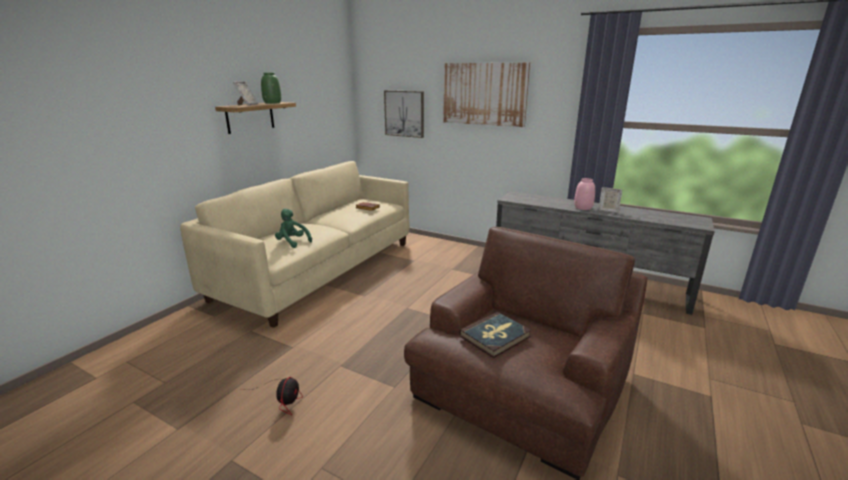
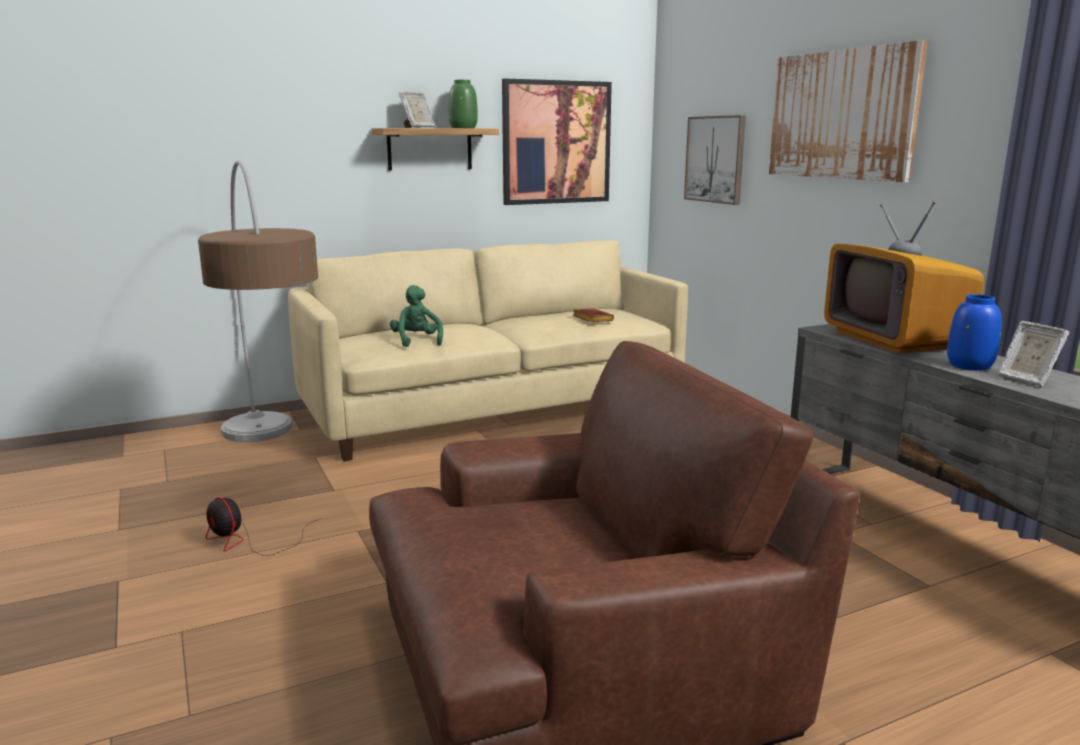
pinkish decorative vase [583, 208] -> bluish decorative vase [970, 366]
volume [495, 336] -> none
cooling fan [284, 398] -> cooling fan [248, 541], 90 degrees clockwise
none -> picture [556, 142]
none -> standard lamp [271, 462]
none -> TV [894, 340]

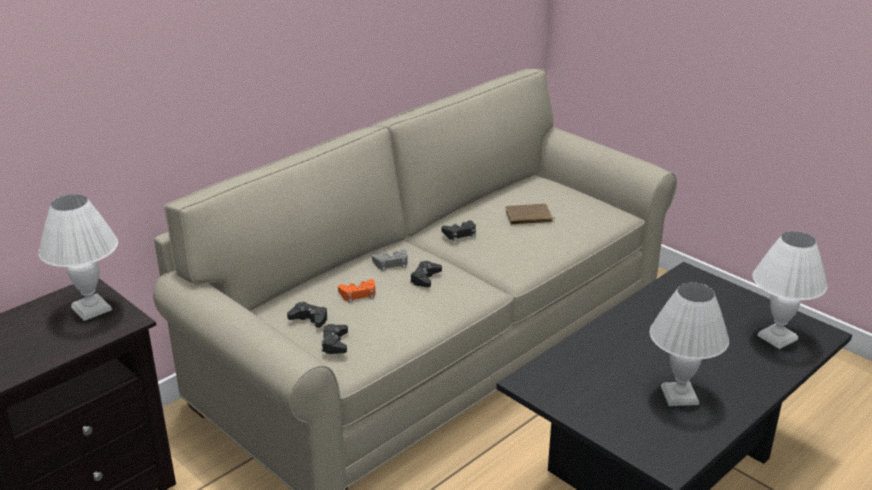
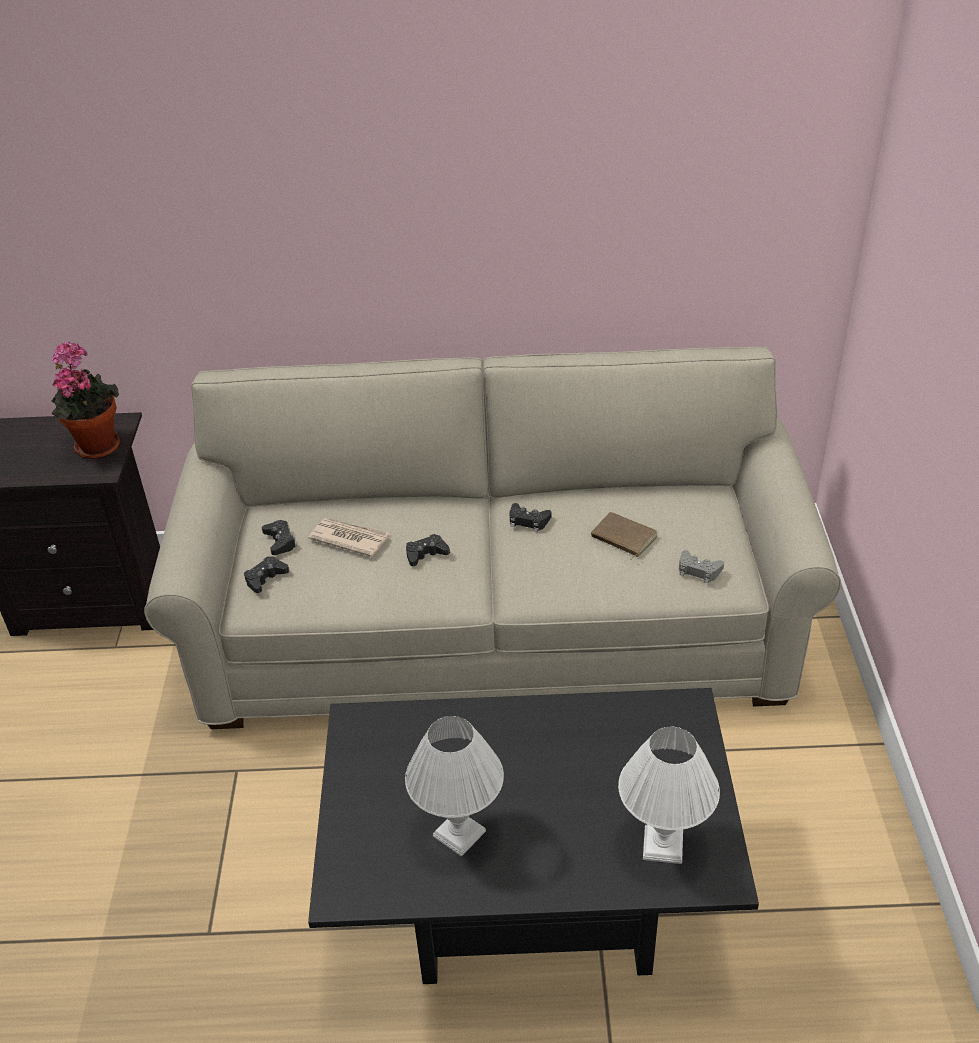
white tabletop lamp [90, 309] -> potted plant [96, 444]
gray gamepad [391, 263] -> gray gamepad [698, 570], moved
orange-coloured gamepad [358, 294] -> printed paper [349, 538]

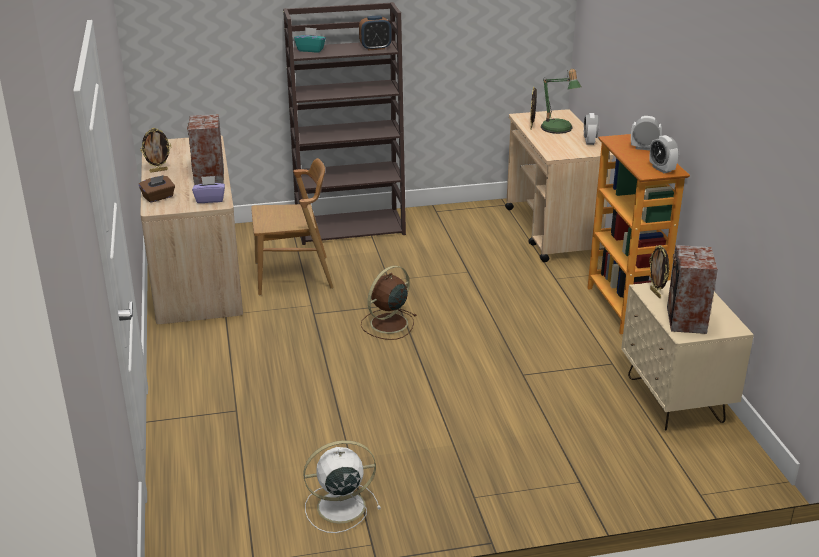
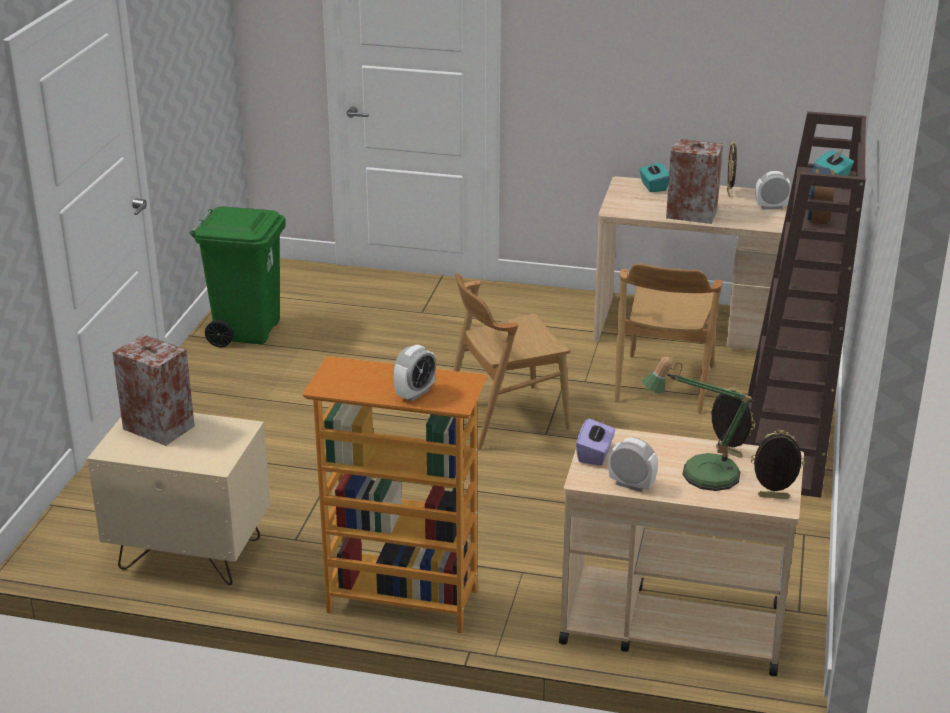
alarm clock [661, 169] -> alarm clock [771, 207], moved
brown-coloured tissue holder [158, 197] -> turquoise-coloured tissue holder [653, 186]
purple-coloured tissue holder [210, 199] -> purple-coloured tissue holder [595, 454], moved
picture frame [656, 293] -> picture frame [773, 498], moved
brown-coloured cooling fan [387, 324] -> brown-coloured plain chair [506, 417]
white cooling fan [339, 507] -> greenish waste bin [247, 331]

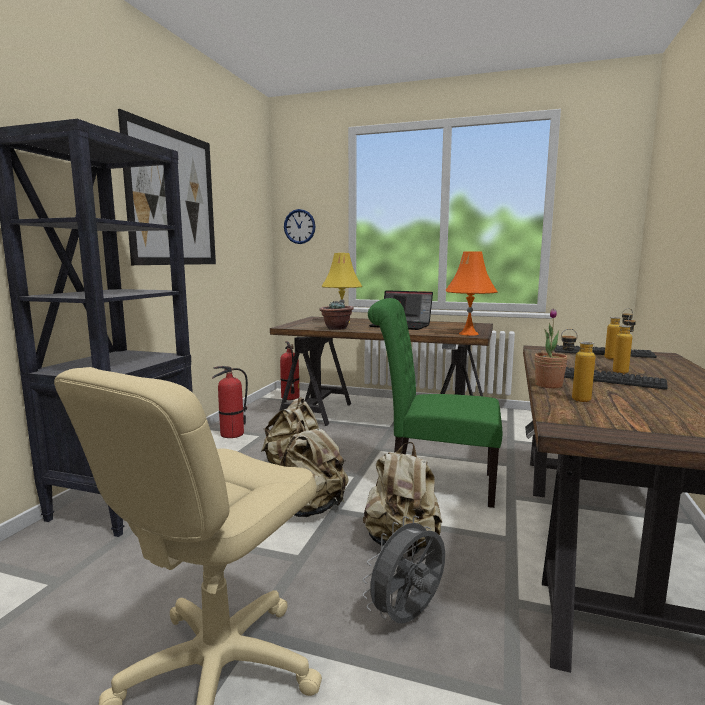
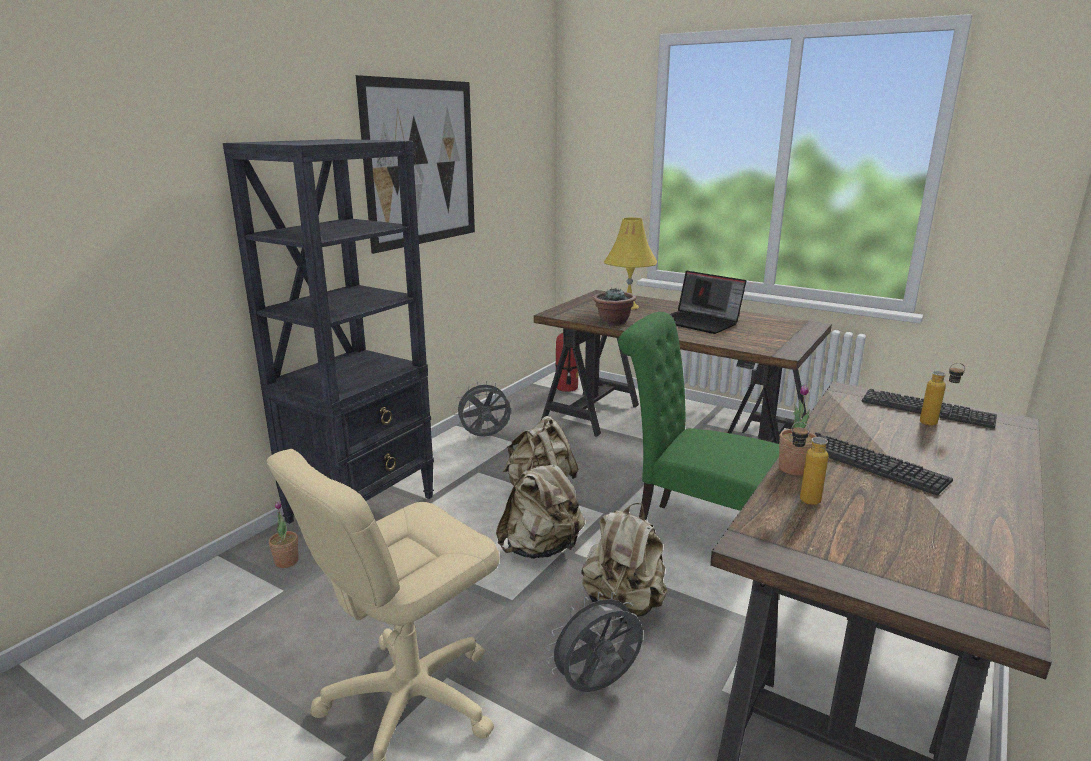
wall clock [299, 226] -> none
orange-coloured tabletop lamp [468, 334] -> none
drink bottle [622, 371] -> none
extinguisher [232, 434] -> gray cooling fan [485, 437]
none -> potted plant [286, 561]

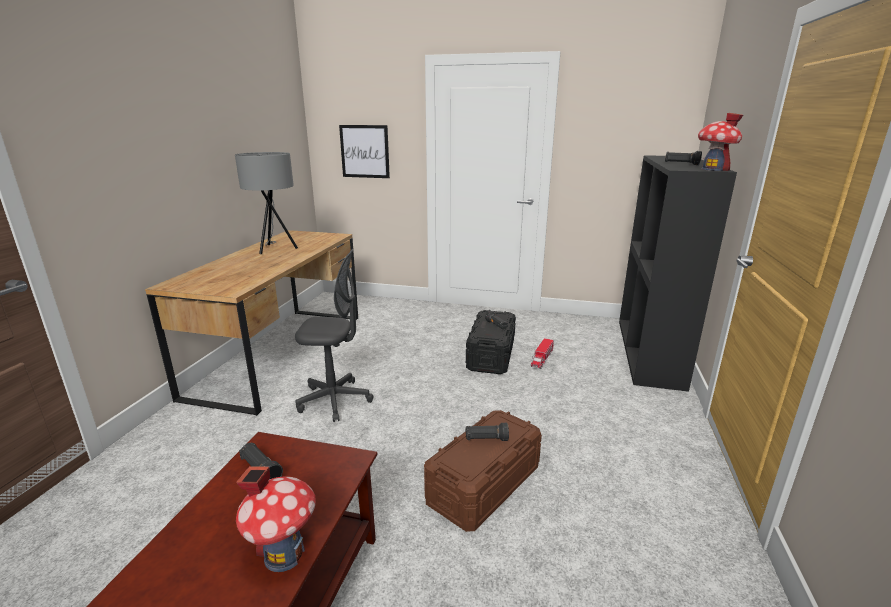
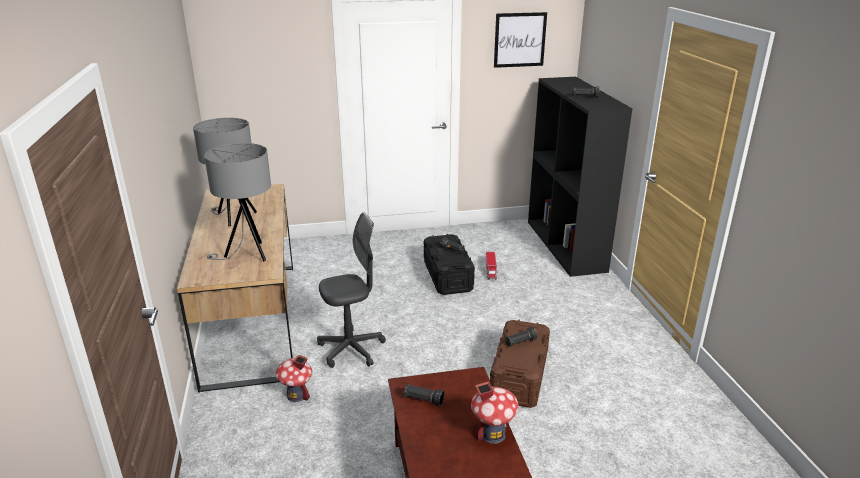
model house [713, 169] -> model house [296, 395], moved
picture [364, 151] -> picture [519, 40], moved
none -> gray tabletop lamp [247, 254]

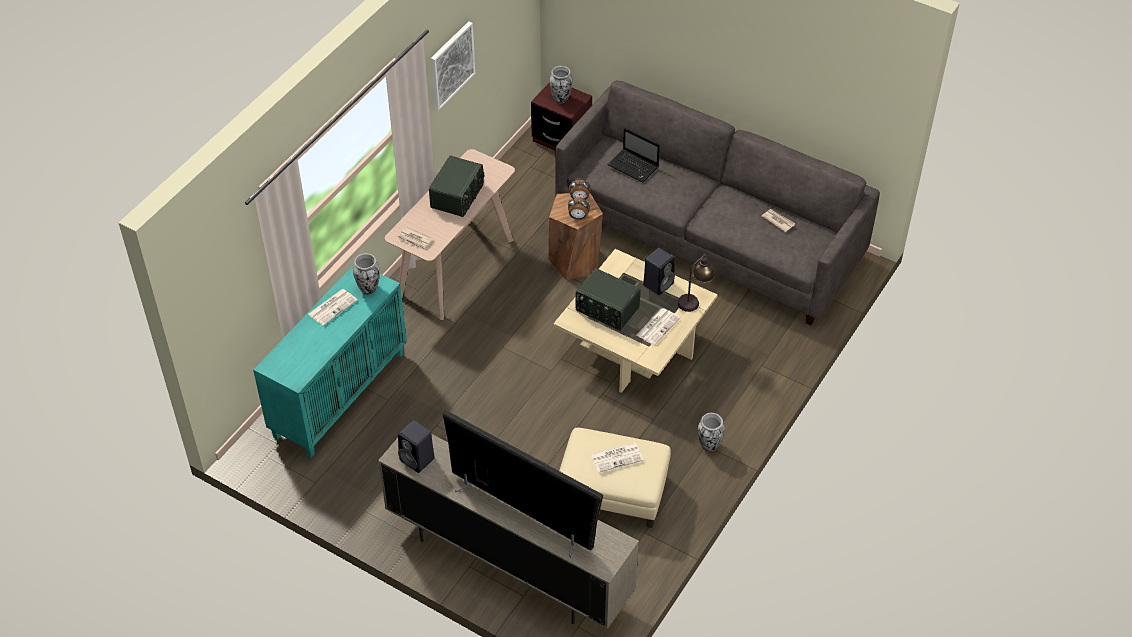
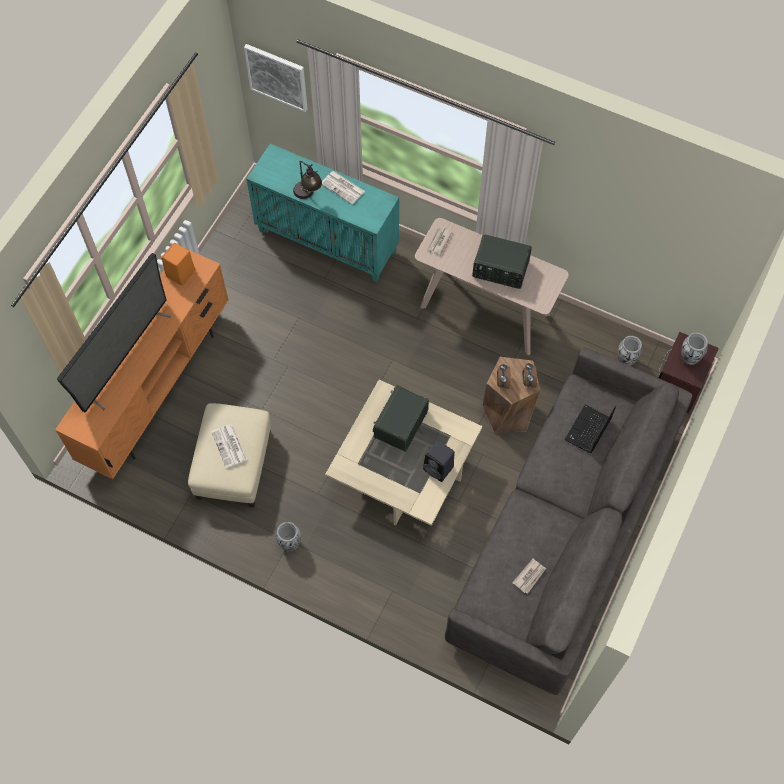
picture [451, 65] -> picture [277, 76], moved
tabletop lamp [695, 299] -> tabletop lamp [308, 195], moved
decorative vase [369, 289] -> decorative vase [626, 361], moved
printed paper [658, 326] -> none
black-coloured loudspeaker [418, 460] -> orange-coloured loudspeaker [180, 274]
beige-coloured tv stand [507, 563] -> orange-coloured tv stand [158, 387]

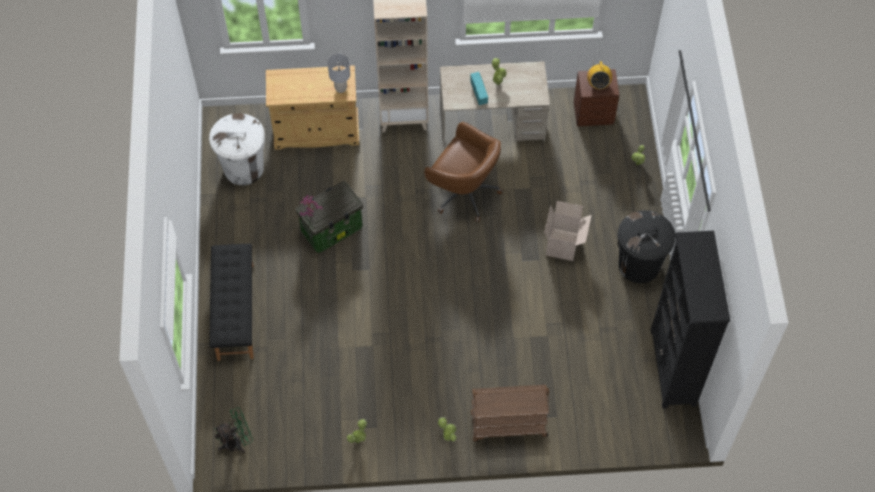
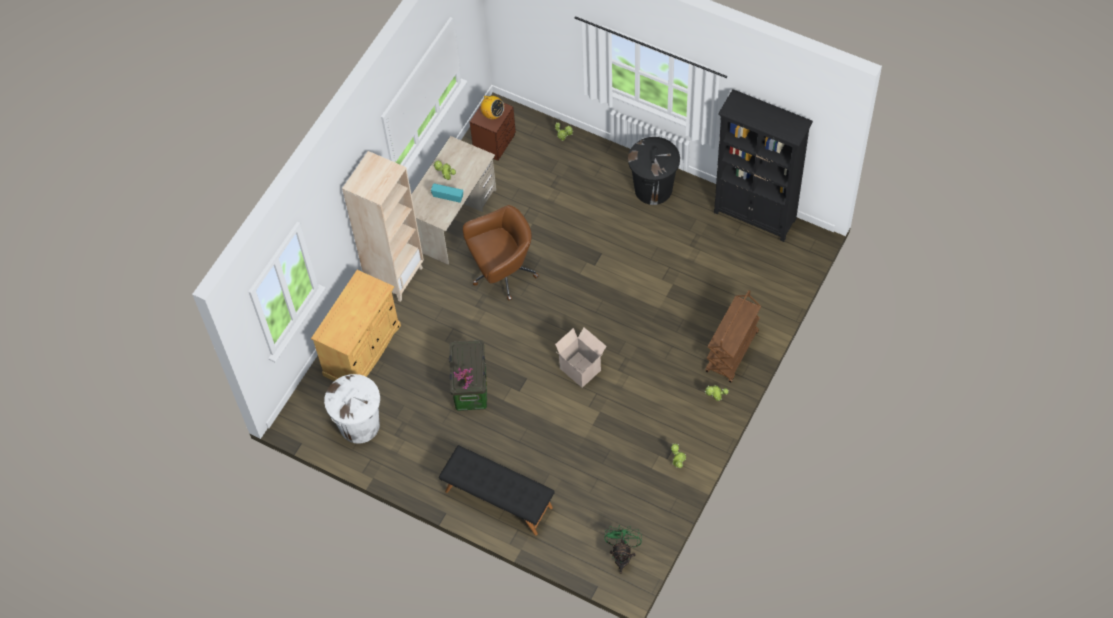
gray tabletop lamp [340, 89] -> none
cardboard box [563, 245] -> cardboard box [581, 369], moved

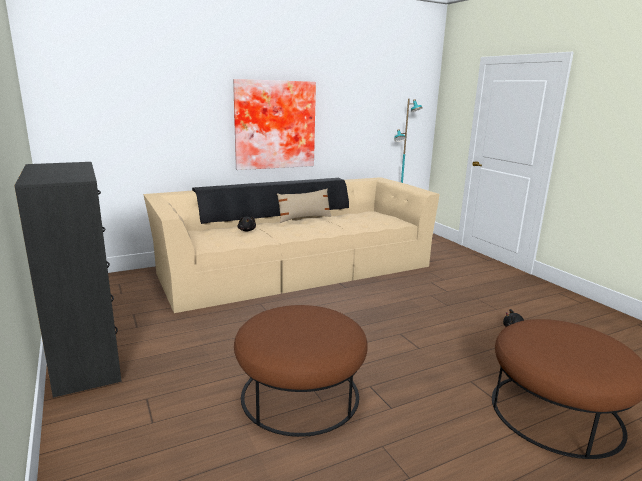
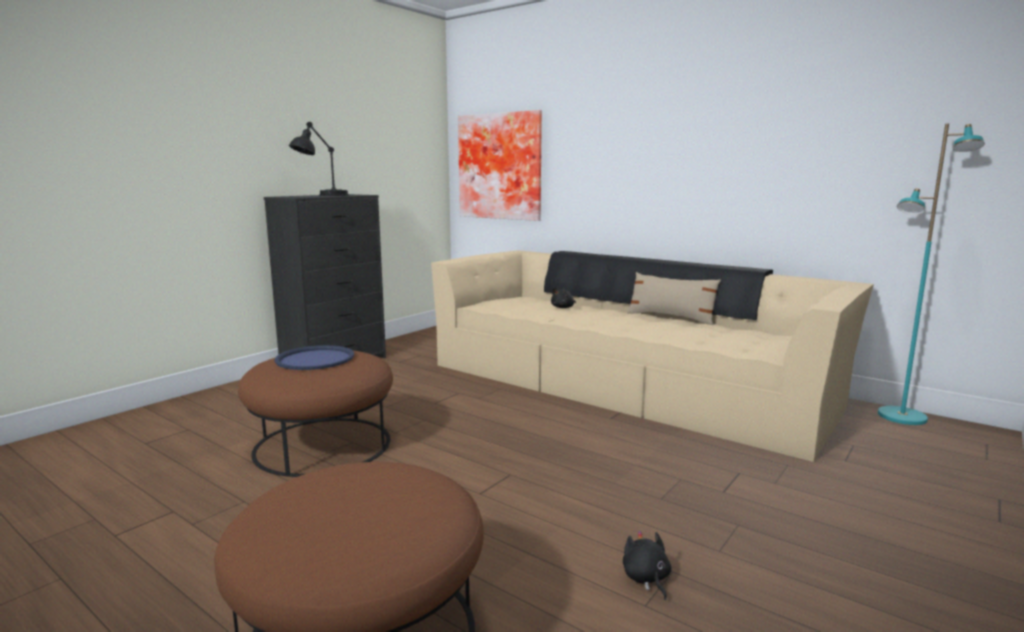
picture [274, 125] -> picture [501, 166], moved
none -> black-coloured tabletop lamp [322, 195]
none -> bluish carrying tray [315, 359]

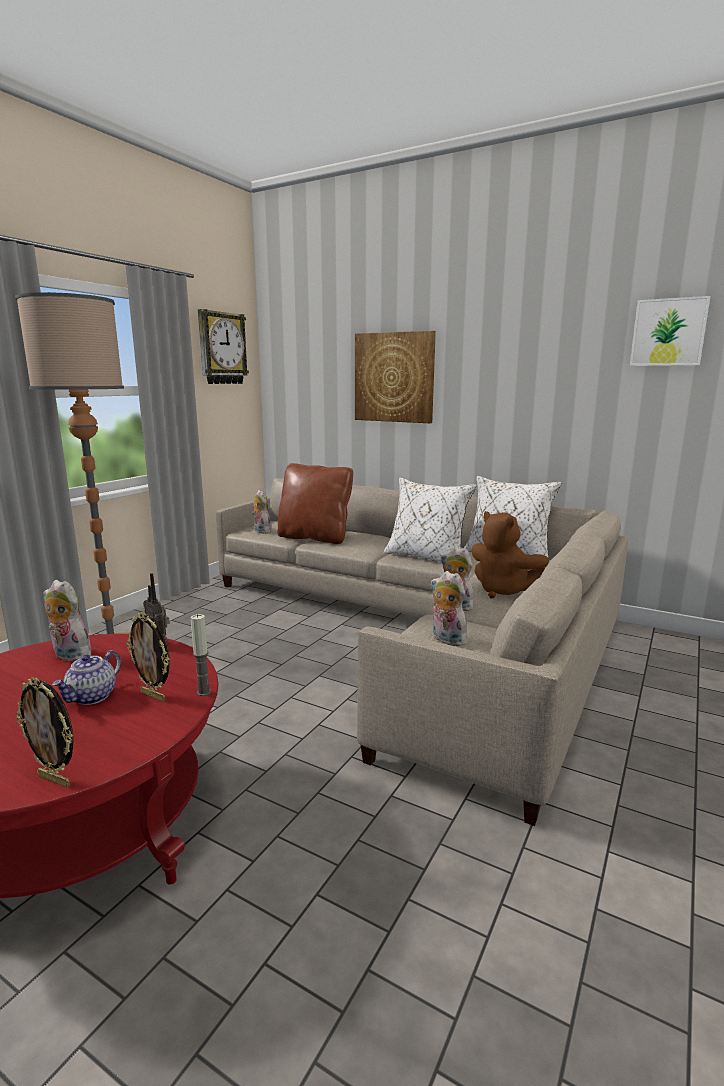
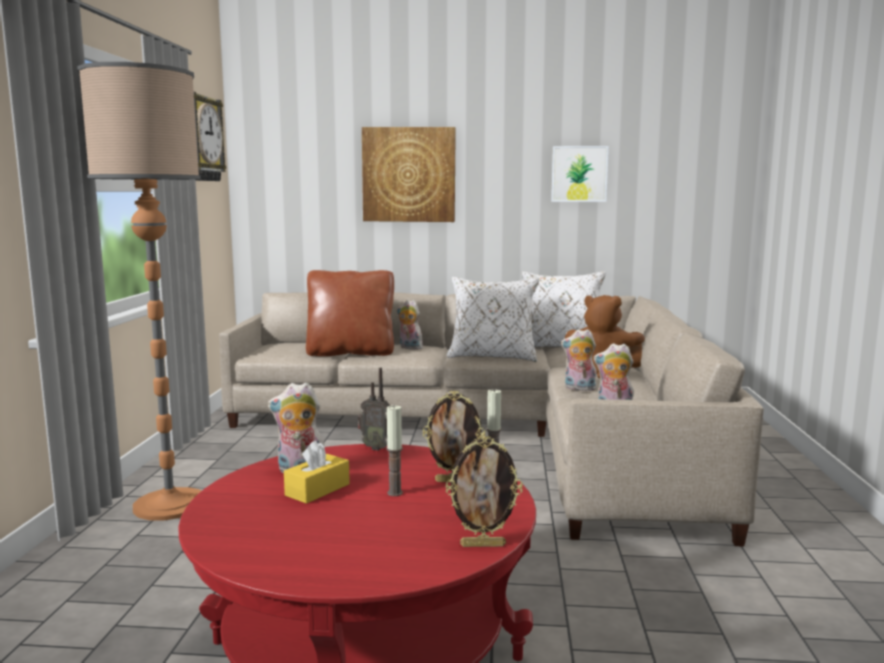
picture [668, 332] -> picture [579, 174], moved
plush toy [261, 531] -> plush toy [409, 348], moved
teapot [92, 697] -> candle [395, 493]
none -> yellow tissue holder [317, 490]

